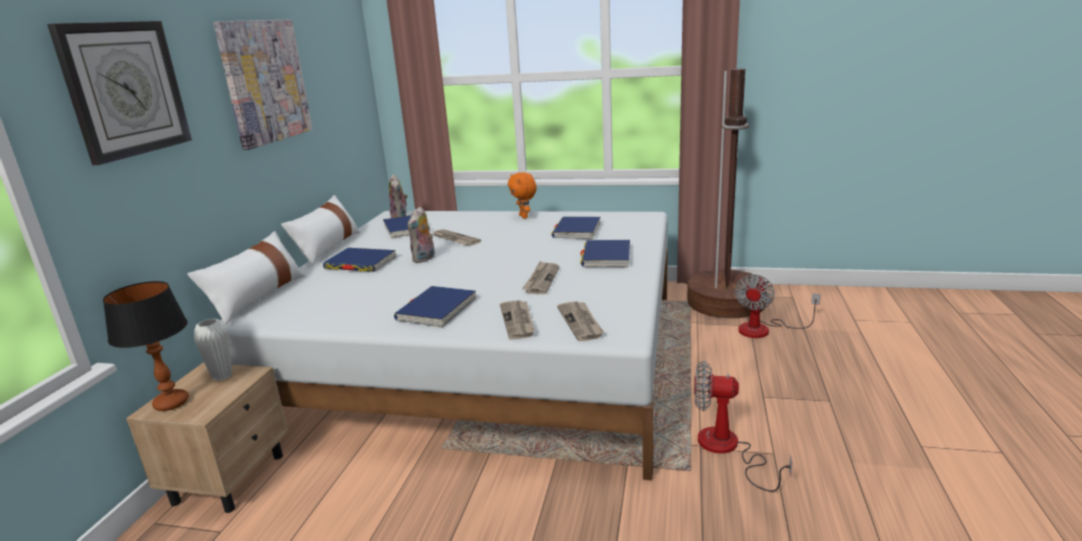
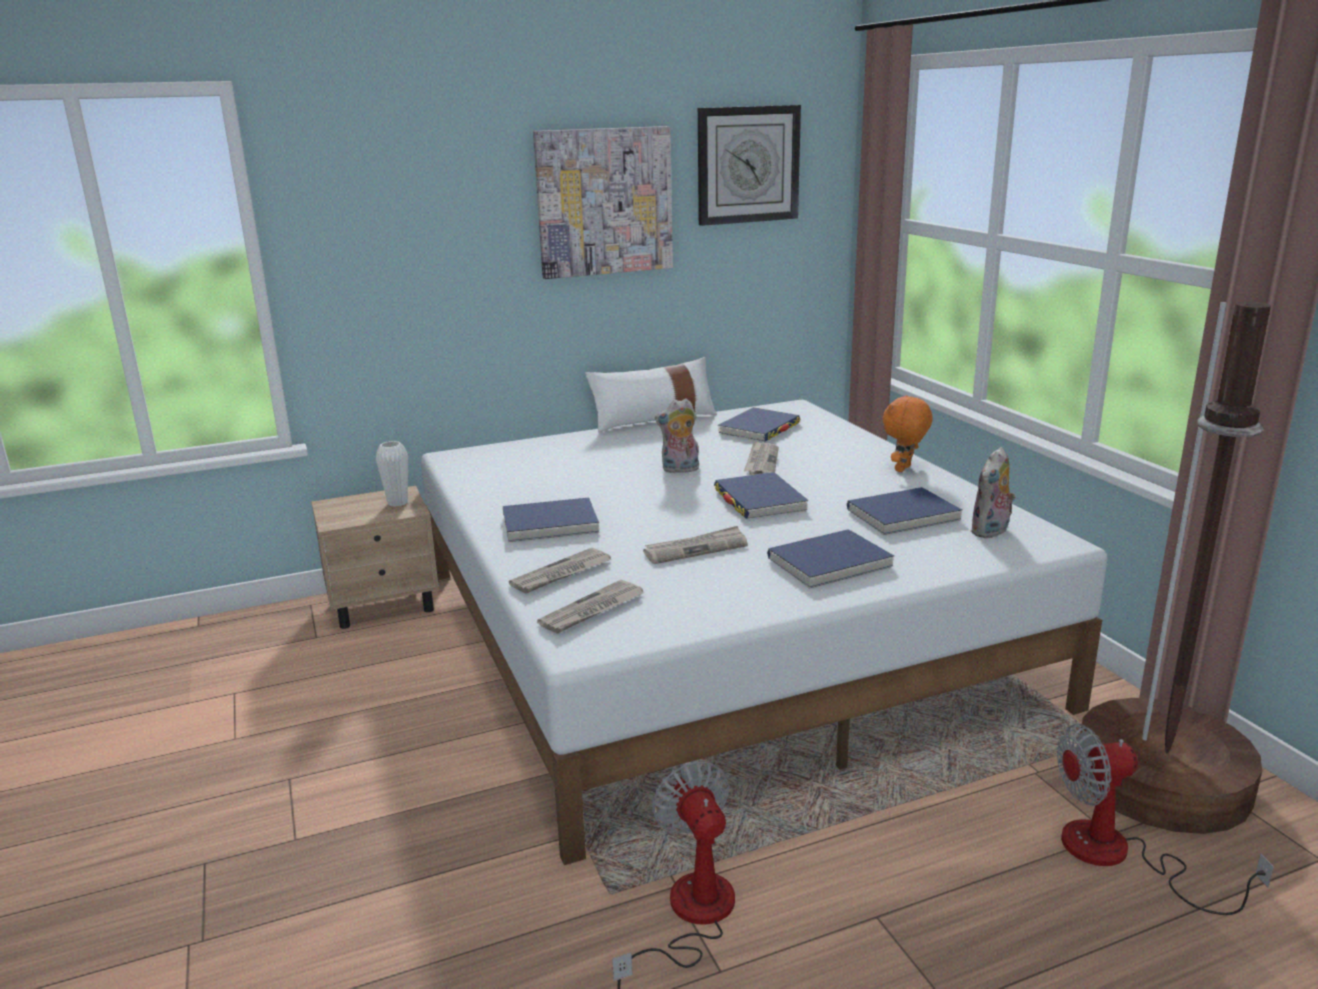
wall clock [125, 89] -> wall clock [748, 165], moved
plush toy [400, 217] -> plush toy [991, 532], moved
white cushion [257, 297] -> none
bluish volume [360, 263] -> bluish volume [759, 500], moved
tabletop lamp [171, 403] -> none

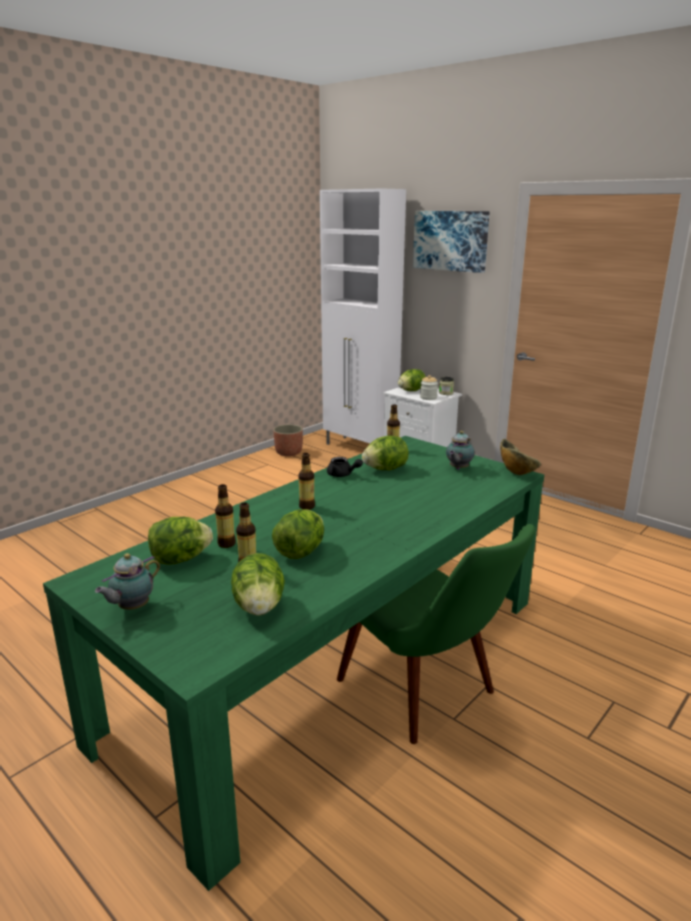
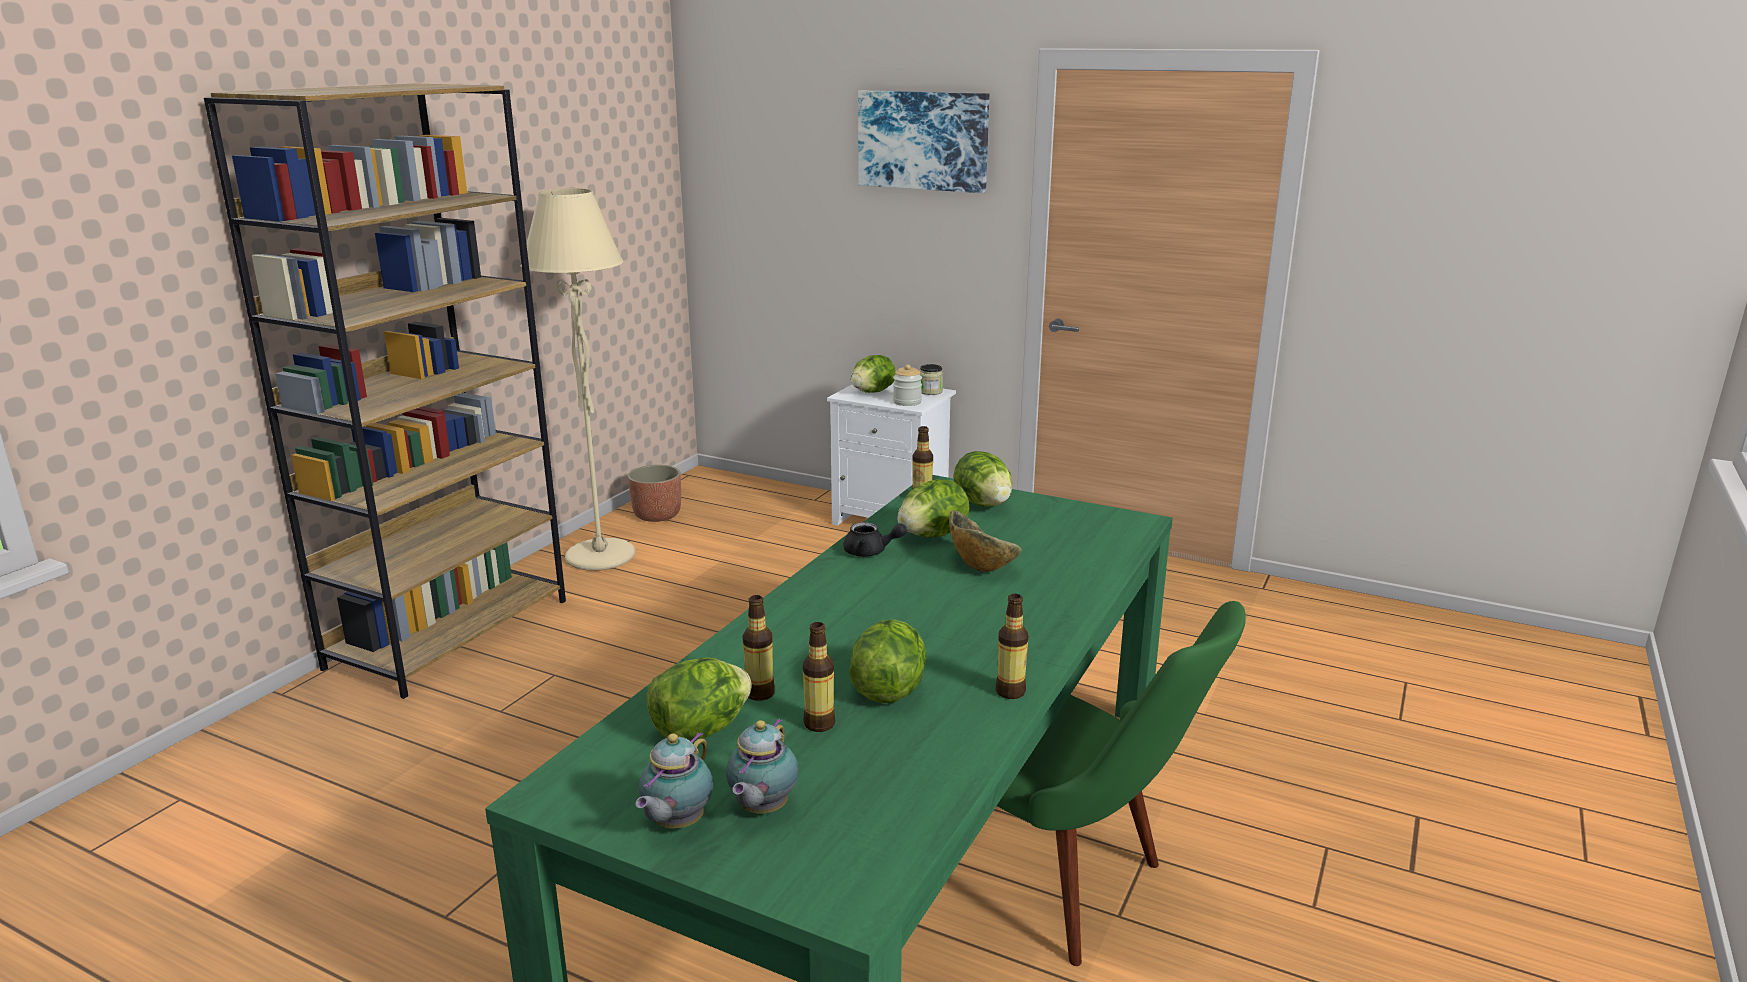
white storage cabinet [360, 448] -> none
teapot [458, 468] -> teapot [761, 810], moved
bowl [516, 472] -> bowl [980, 566], moved
drink bottle [307, 506] -> drink bottle [1010, 692], moved
lettuce [259, 607] -> lettuce [983, 504], moved
none -> brown-coloured shelving unit [450, 633]
none -> beige-coloured standard lamp [601, 556]

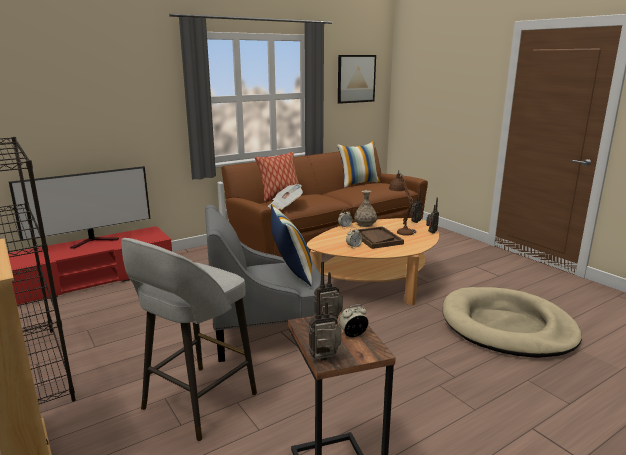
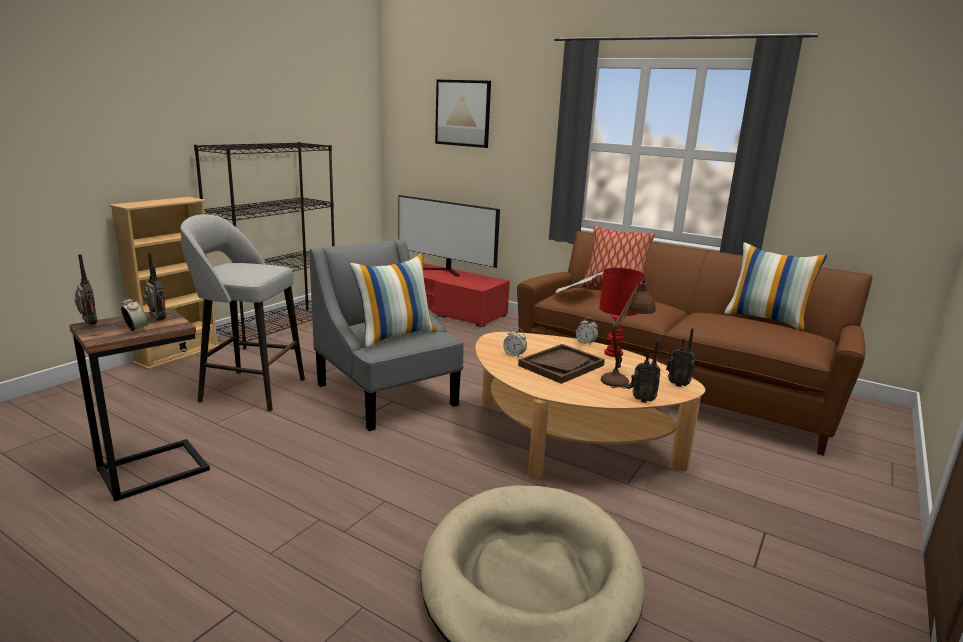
picture [356, 79] -> picture [463, 113], moved
decorative vase [365, 224] -> red tabletop lamp [613, 353]

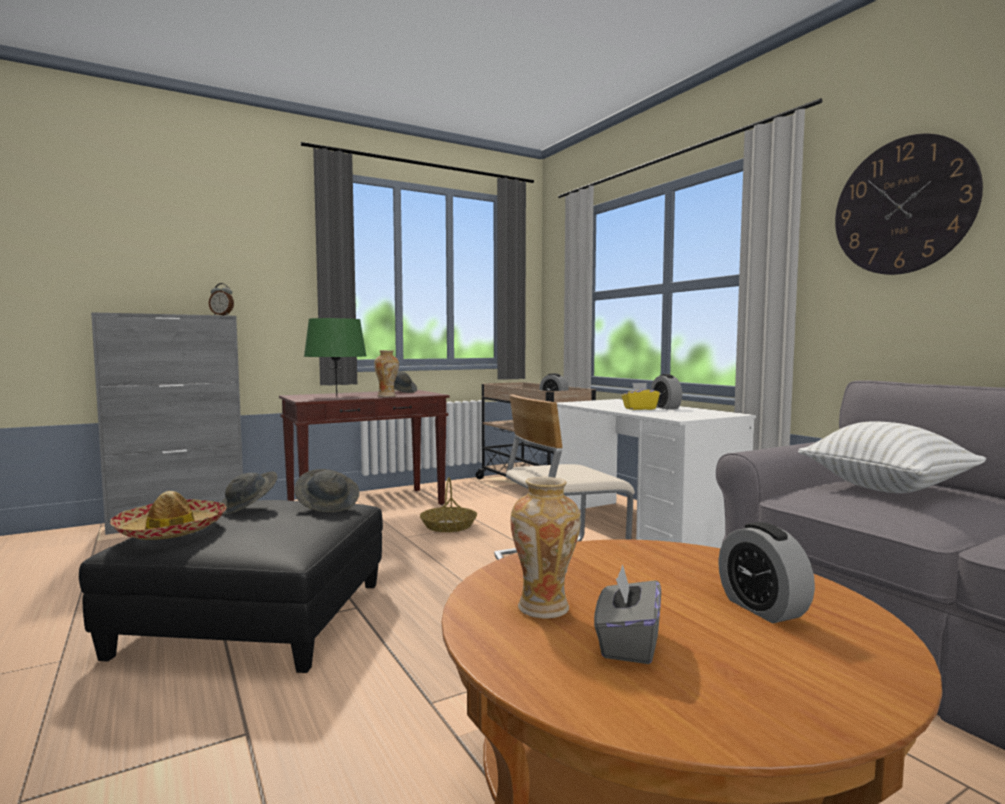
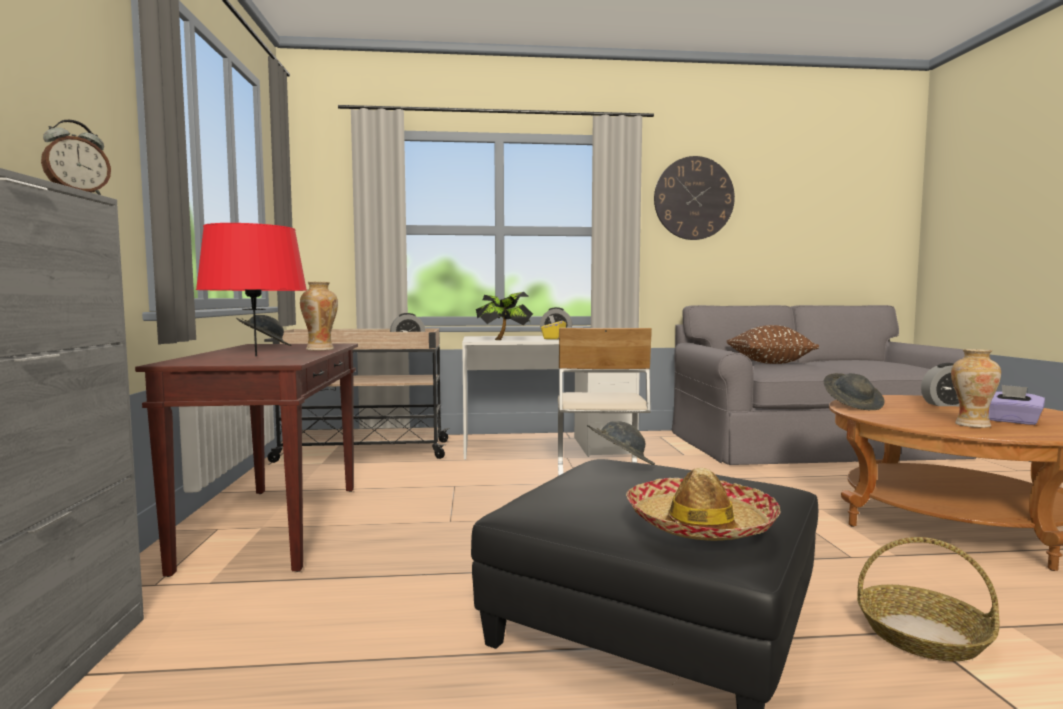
greenish tabletop lamp [337, 396] -> red tabletop lamp [256, 356]
white cushion [886, 488] -> brown-coloured cushion [769, 362]
gray wearable hat [248, 508] -> gray wearable hat [853, 405], moved
storage basket [448, 526] -> storage basket [921, 636], moved
gray tissue holder [627, 643] -> purple-coloured tissue holder [1012, 421]
none -> potted plant [505, 340]

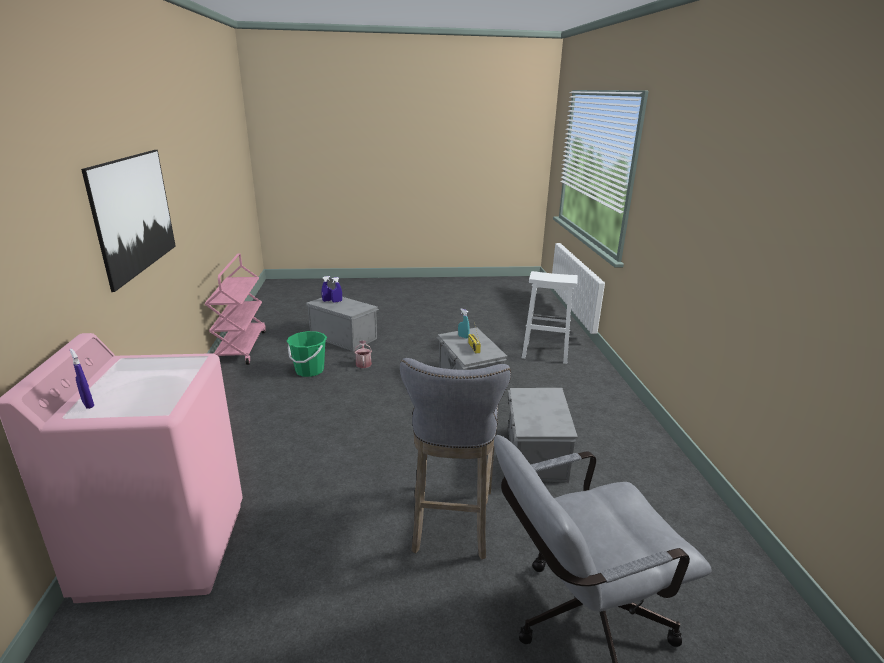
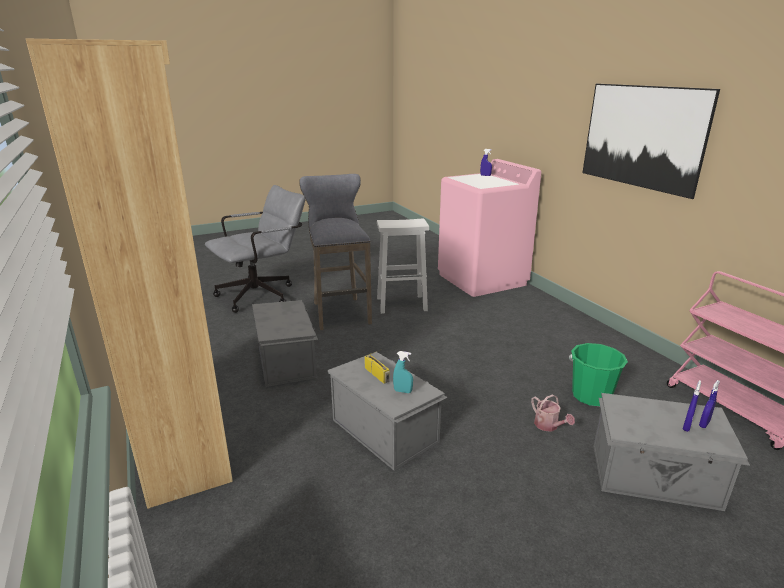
white stool [544, 353] -> white stool [402, 304], moved
none -> brown-coloured shelving unit [183, 436]

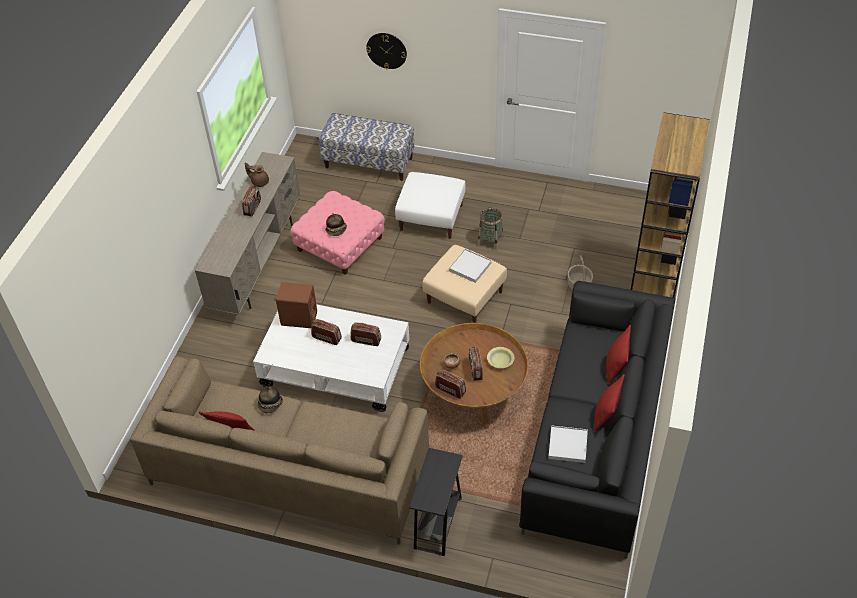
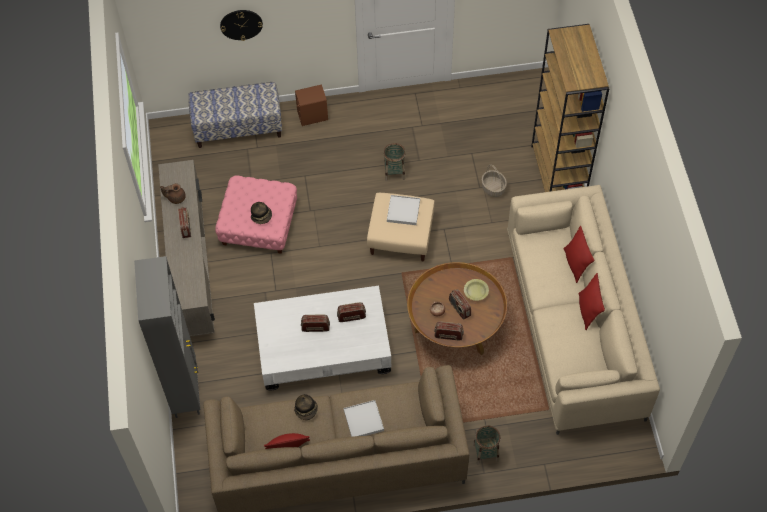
white pouffe [431, 217] -> none
black-coloured couch [596, 435] -> beige-coloured couch [574, 324]
brown-coloured loudspeaker [299, 318] -> brown-coloured loudspeaker [312, 116], moved
white carrying tray [567, 445] -> white carrying tray [363, 420], moved
black-coloured side table [438, 523] -> storage basket [485, 452]
none -> gray storage cabinet [186, 389]

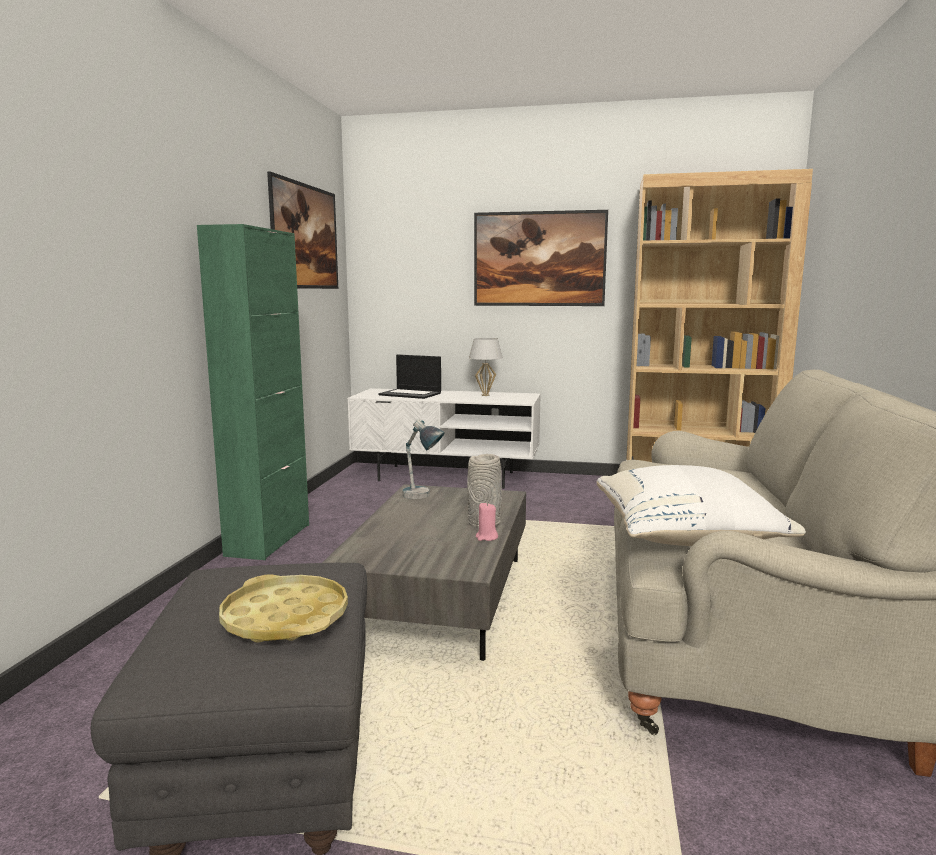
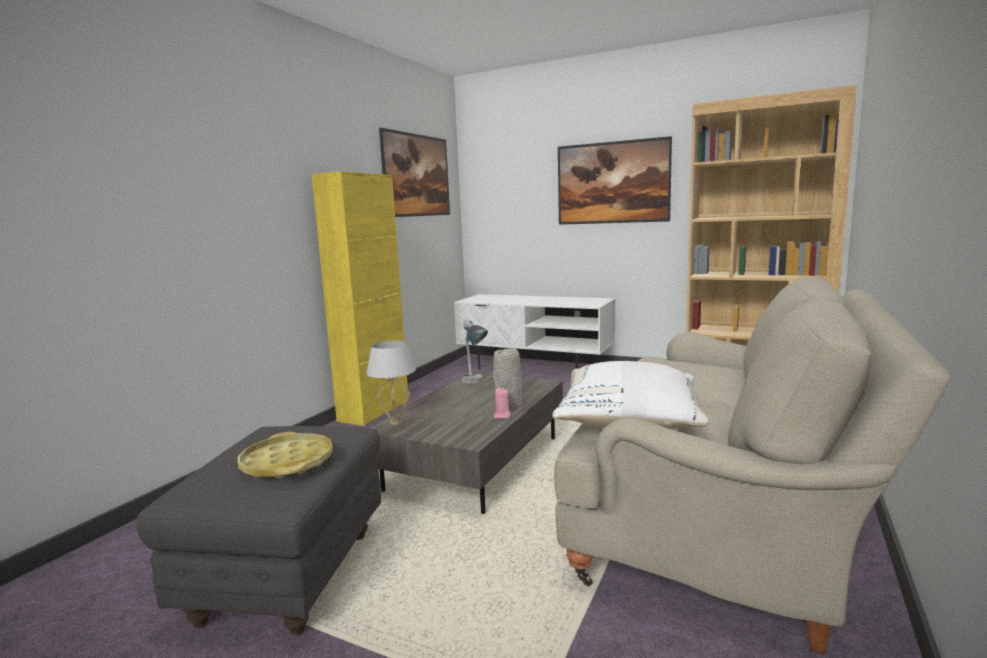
greenish storage cabinet [269, 540] -> yellow storage cabinet [374, 411]
white tabletop lamp [485, 395] -> white tabletop lamp [395, 422], moved
portable computer [411, 394] -> none

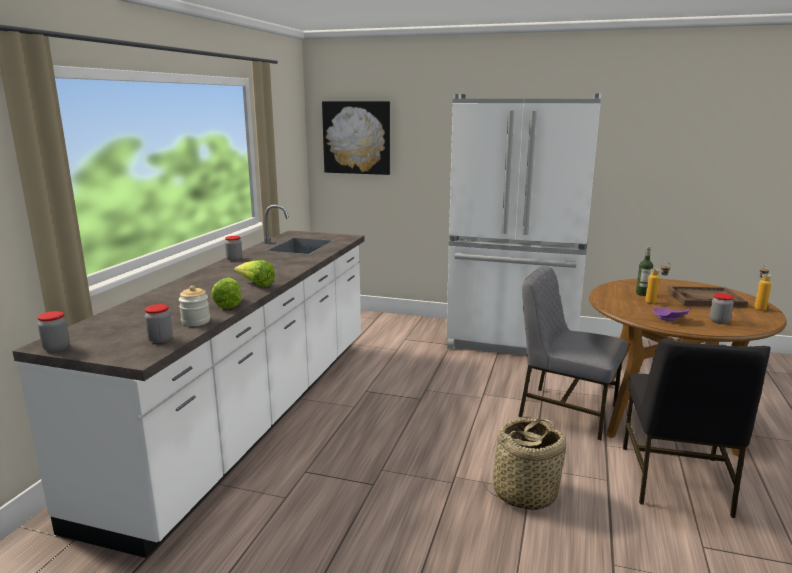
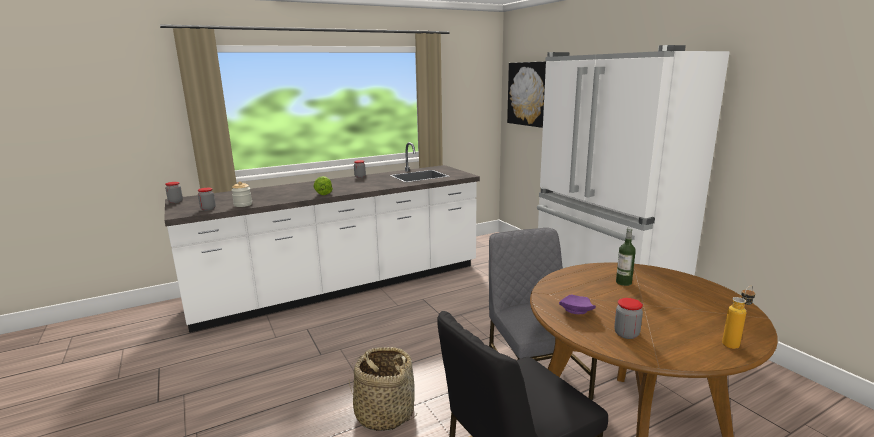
drink bottle [655, 302] -> none
lettuce [228, 304] -> none
brown-coloured carrying tray [705, 299] -> none

